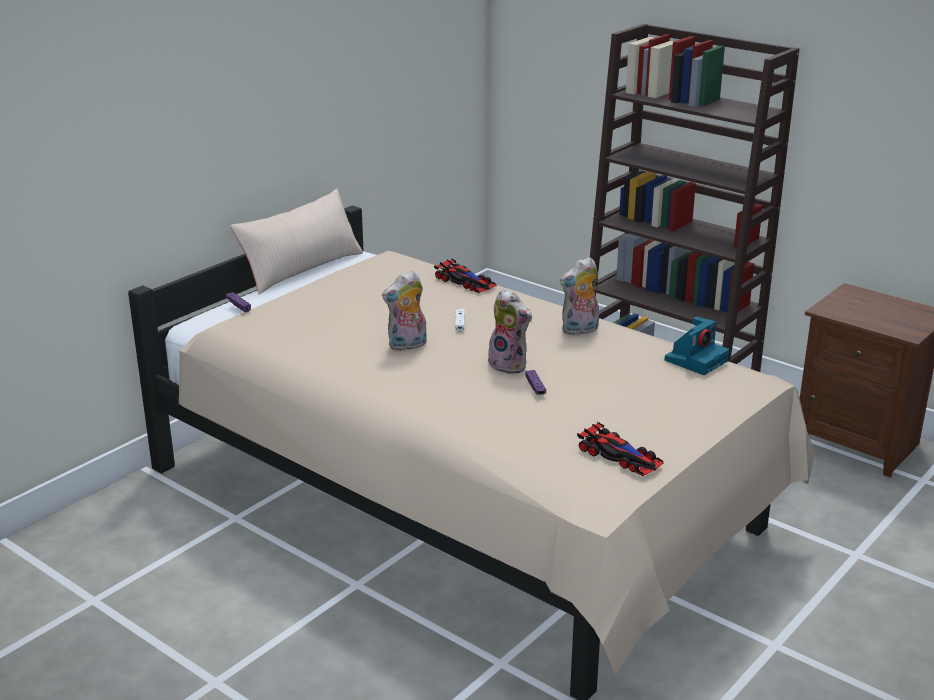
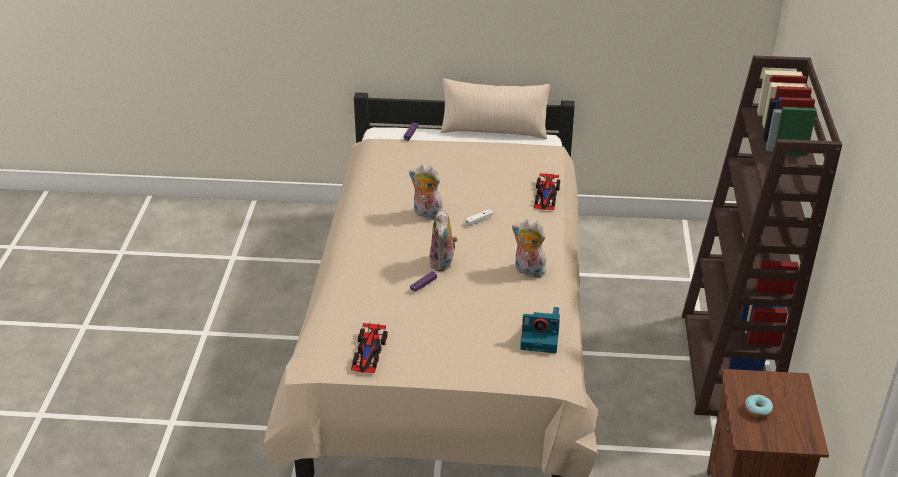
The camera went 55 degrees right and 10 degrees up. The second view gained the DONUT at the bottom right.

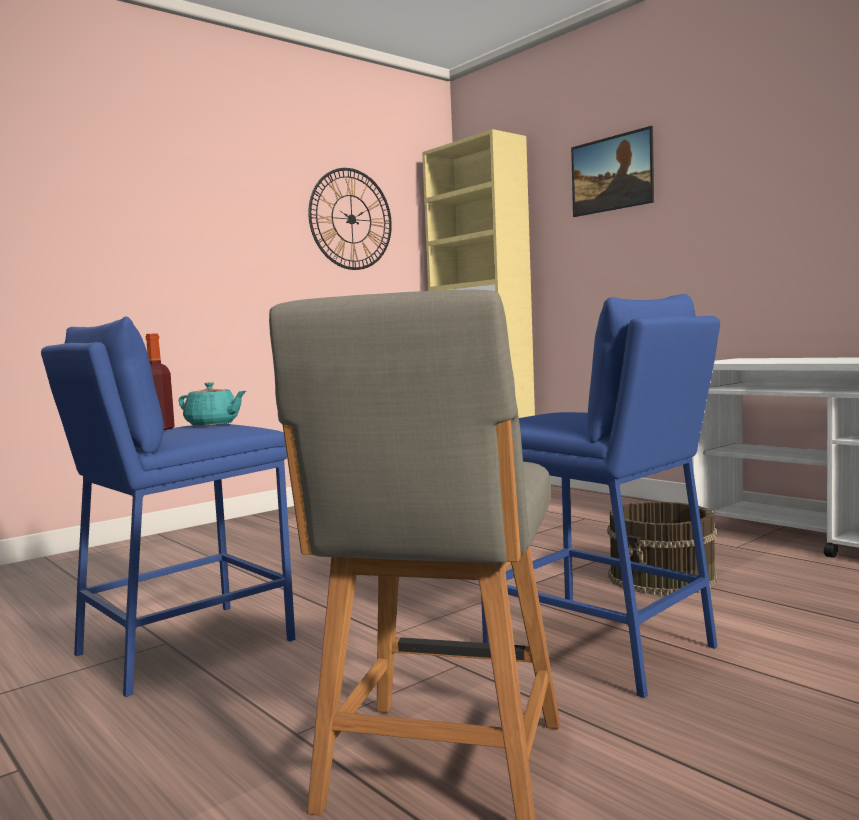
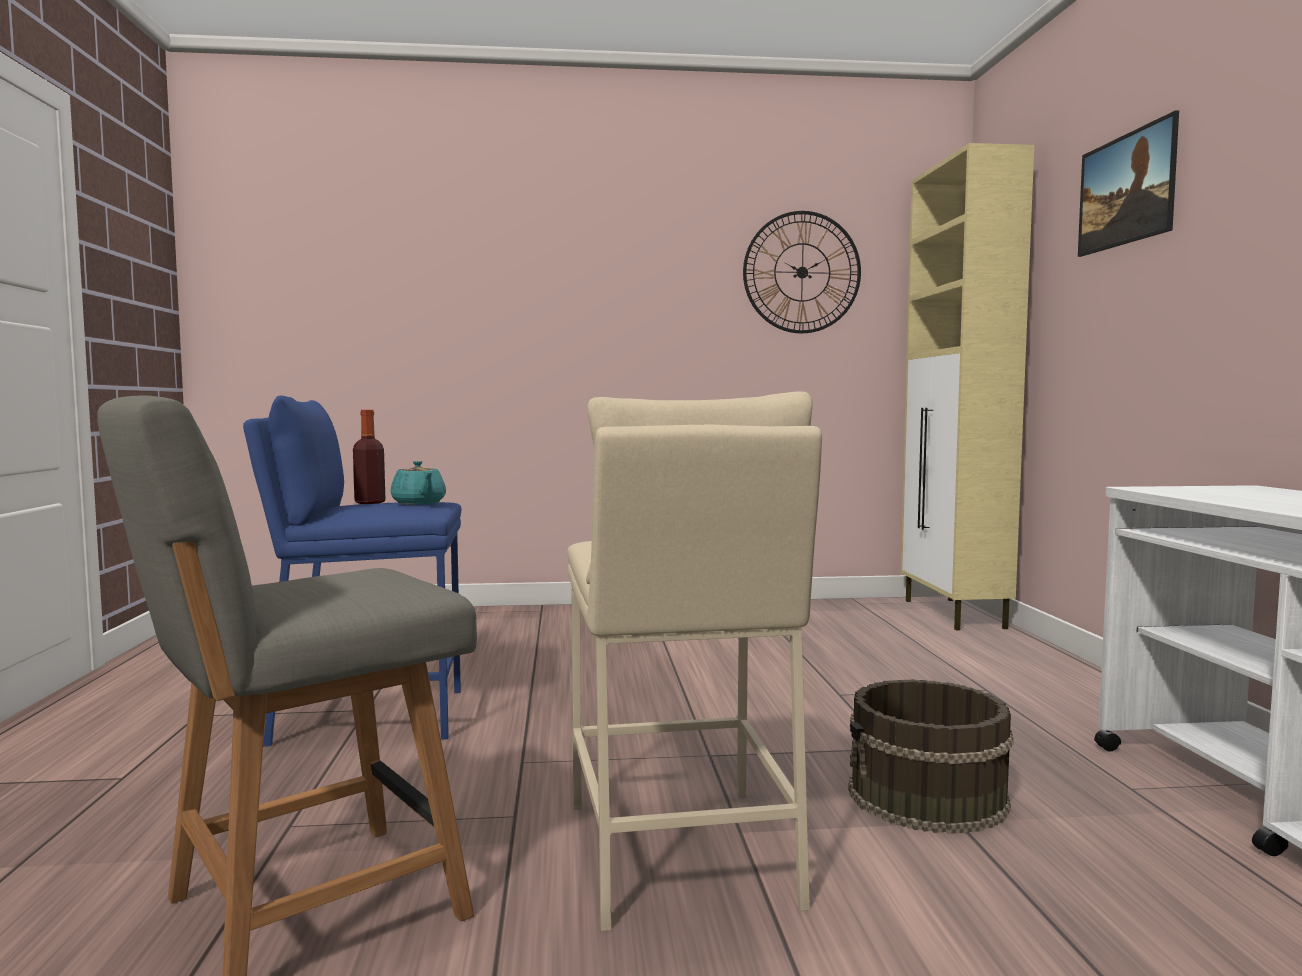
The camera went 35 degrees right and 0 degrees up. What was the BLUE STOOL (no. 2 from left) at the middle right turned into the BEIGE STOOL at the bottom centre.

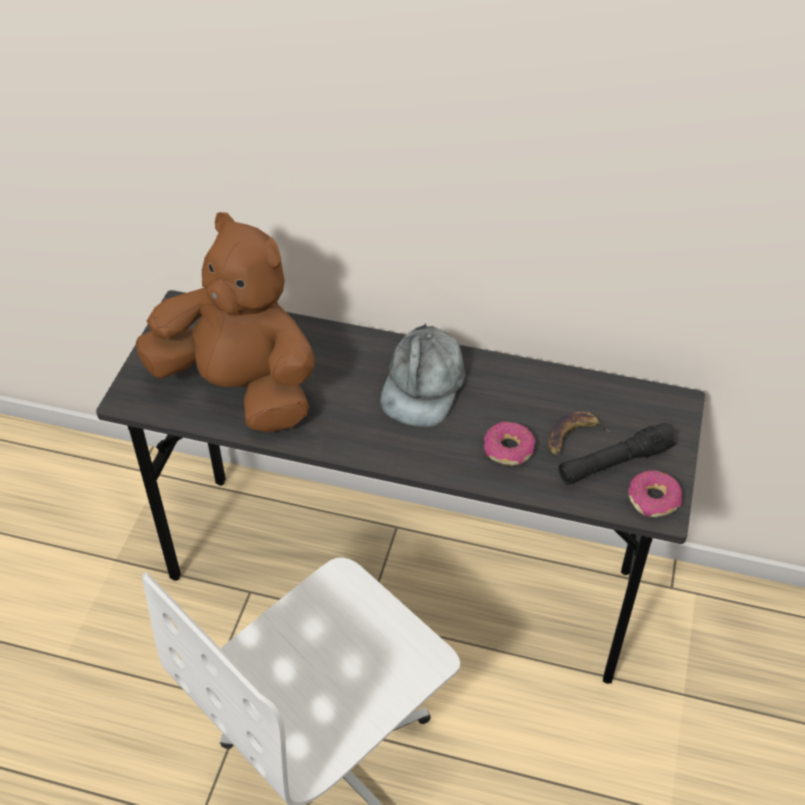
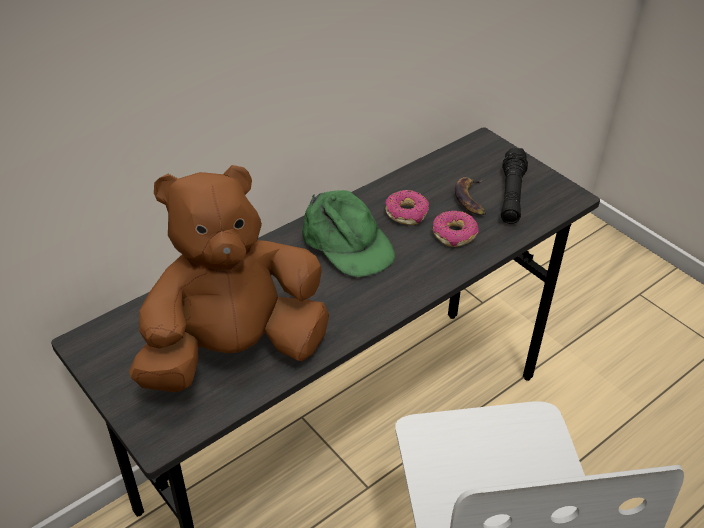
The camera went 55 degrees left and 5 degrees down. What was the GREY CAP at the centre turned into the GREEN CAP at the centre. The DONUT (no. 2 from left in the first image) ended up elsewhere, having gone from the middle right to the centre.

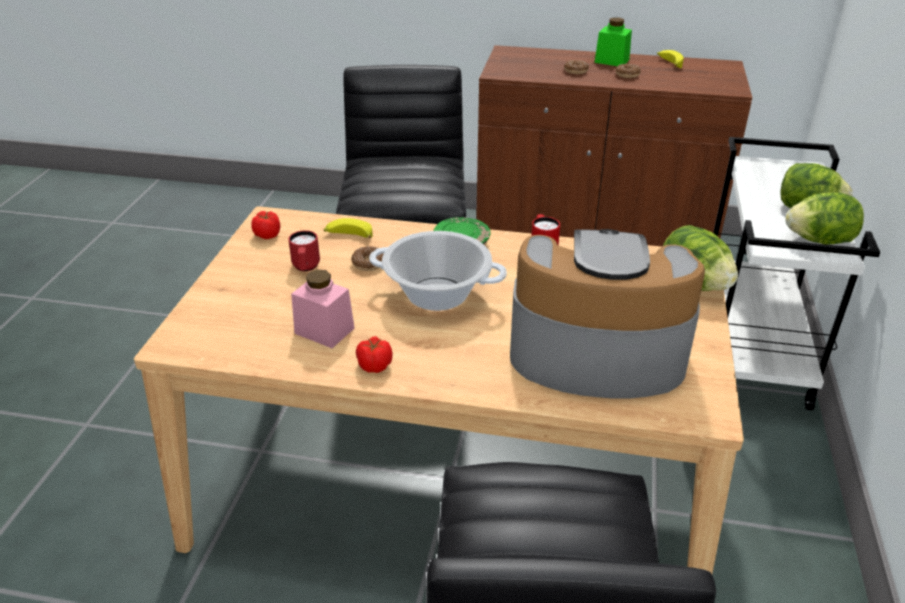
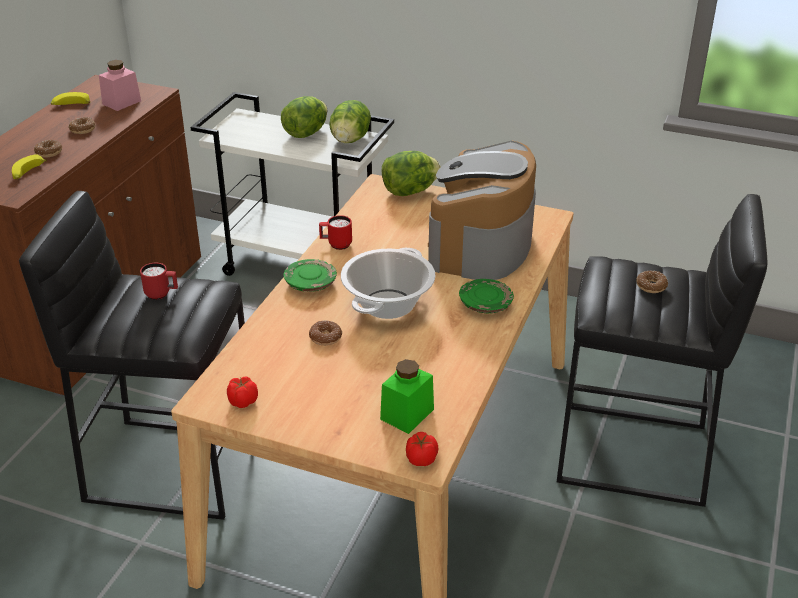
The camera went 80 degrees left and 0 degrees up. The BANANA (no. 1 from left) ended up elsewhere, having gone from the centre to the top left. The PINK JAR ended up elsewhere, having gone from the centre to the top left. The RED MUG (no. 1 from left) ended up elsewhere, having gone from the centre to the middle left. The GREEN JAR ended up elsewhere, having gone from the top right to the centre. The TOMATO (no. 2 from left) ended up elsewhere, having gone from the centre to the bottom centre. The second view gained the GREEN PLATE (no. 2 from left) at the centre. The second view gained the DONUT (no. 4 from left) at the middle right.

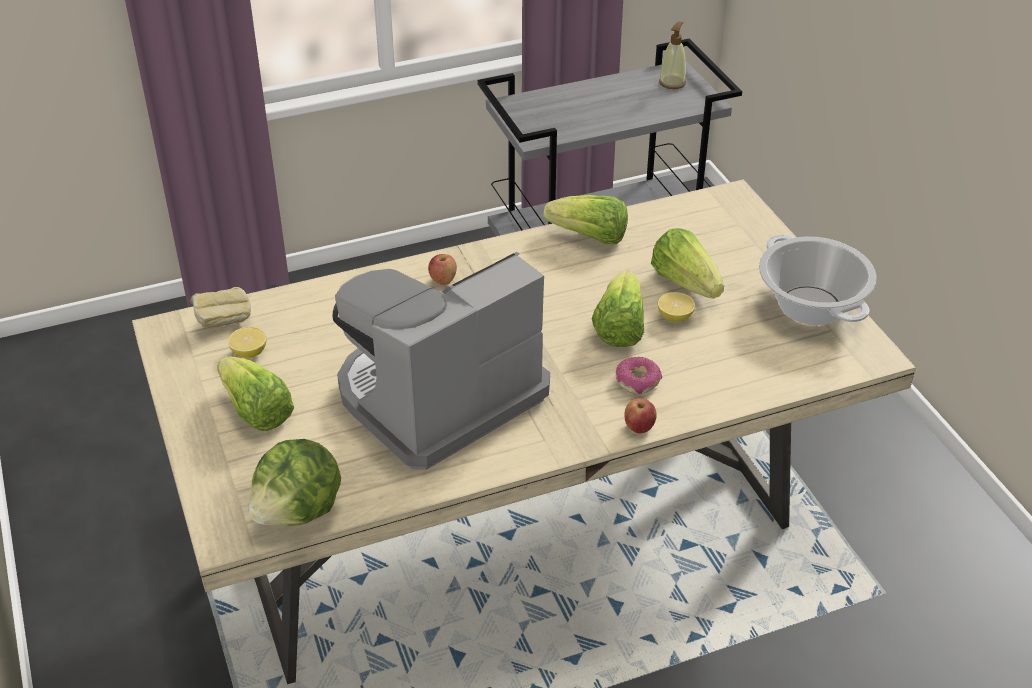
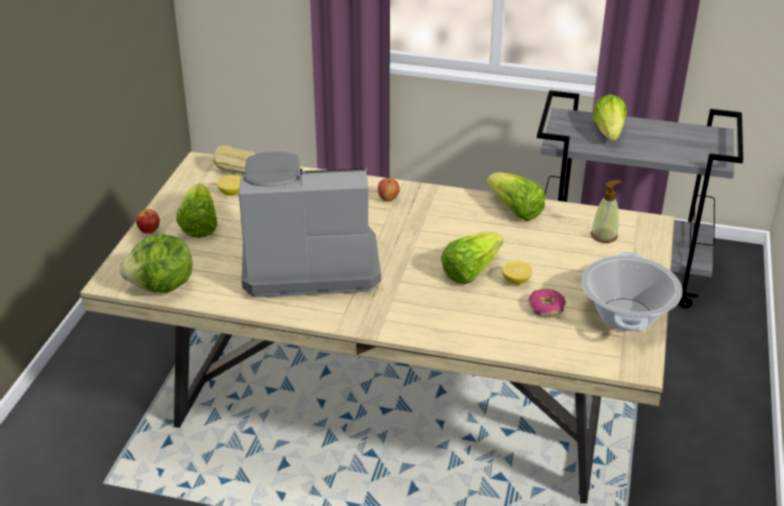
The camera went 35 degrees right and 5 degrees down. The APPLE (no. 2 from left in the first image) ended up elsewhere, having gone from the centre to the middle left. The DONUT ended up elsewhere, having gone from the centre to the middle right. The SOAP DISPENSER ended up elsewhere, having gone from the top centre to the middle right. The LETTUCE (no. 5 from left) ended up elsewhere, having gone from the centre to the top right.

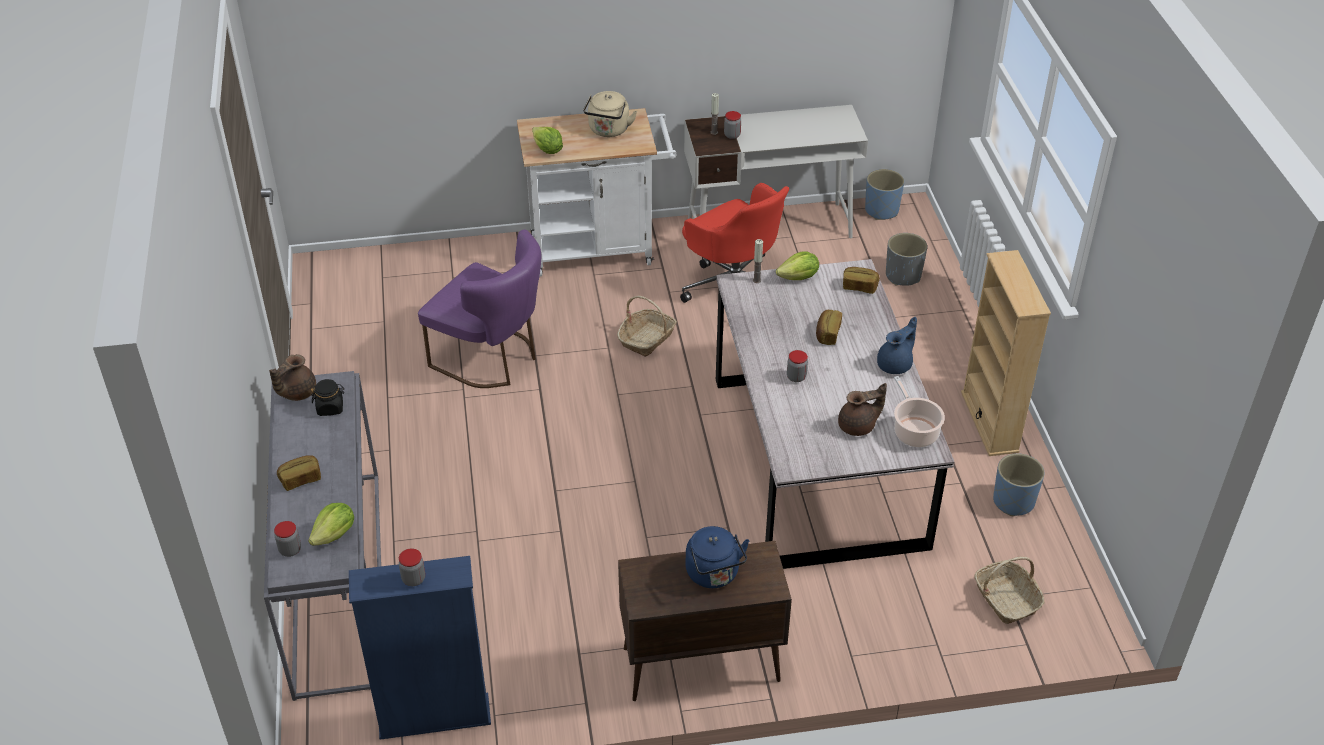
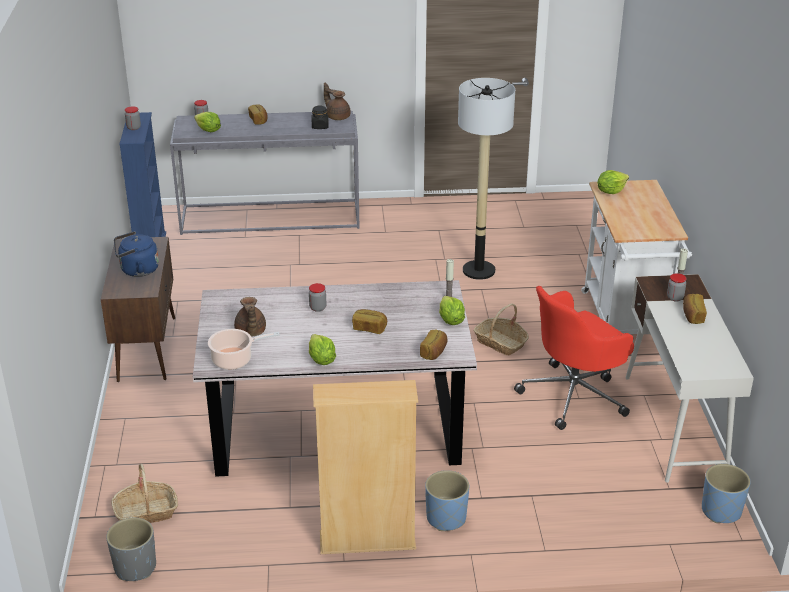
The camera went 95 degrees right and 10 degrees down. The GREY PLANTER ended up elsewhere, having gone from the middle right to the bottom left. Where the BLUE TEAPOT stood at the middle right, the LETTUCE (no. 2 from left) came to stand at the centre. The BLUE PLANTER (no. 2 from left in the first image) ended up elsewhere, having gone from the middle right to the bottom centre. Where the PURPLE CHAIR stood at the centre, the FLOOR LAMP came to stand at the top centre. The second view gained the BREAD (no. 4 from left) at the middle right. The second view lost the BEIGE KETTLE at the top centre.

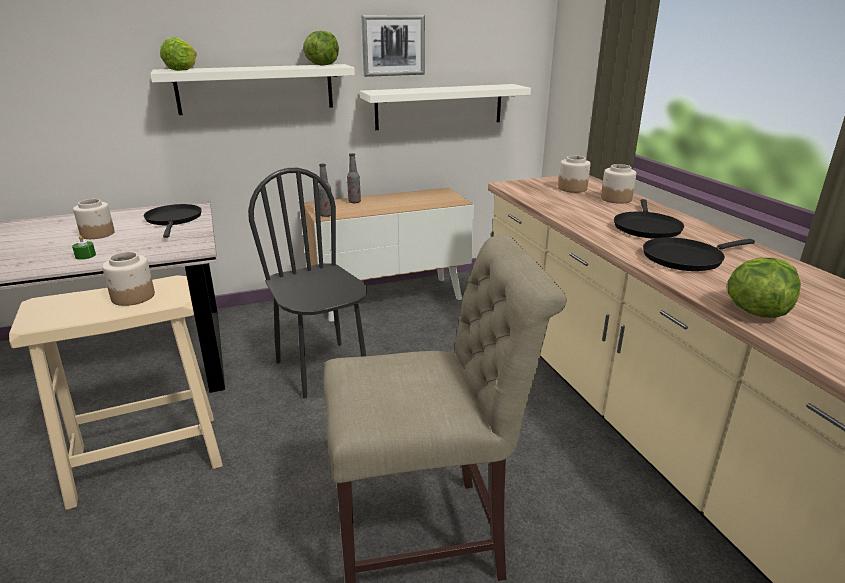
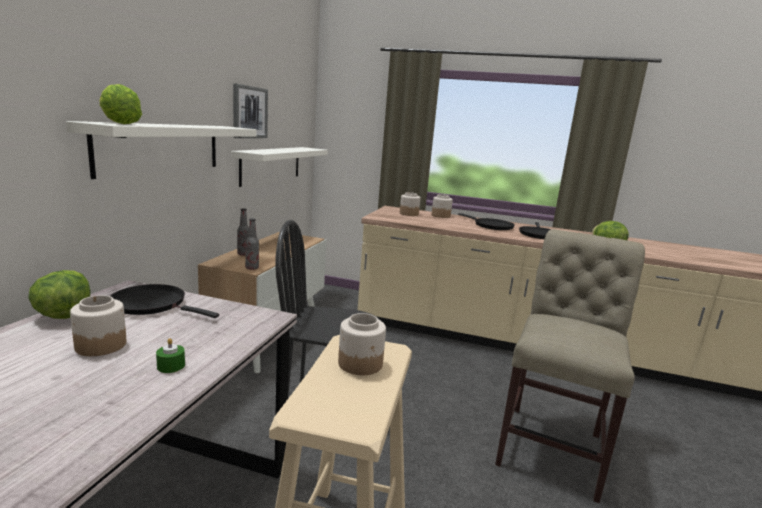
The camera went 55 degrees left and 10 degrees down. The LETTUCE (no. 2 from left in the first image) ended up elsewhere, having gone from the top centre to the middle left.

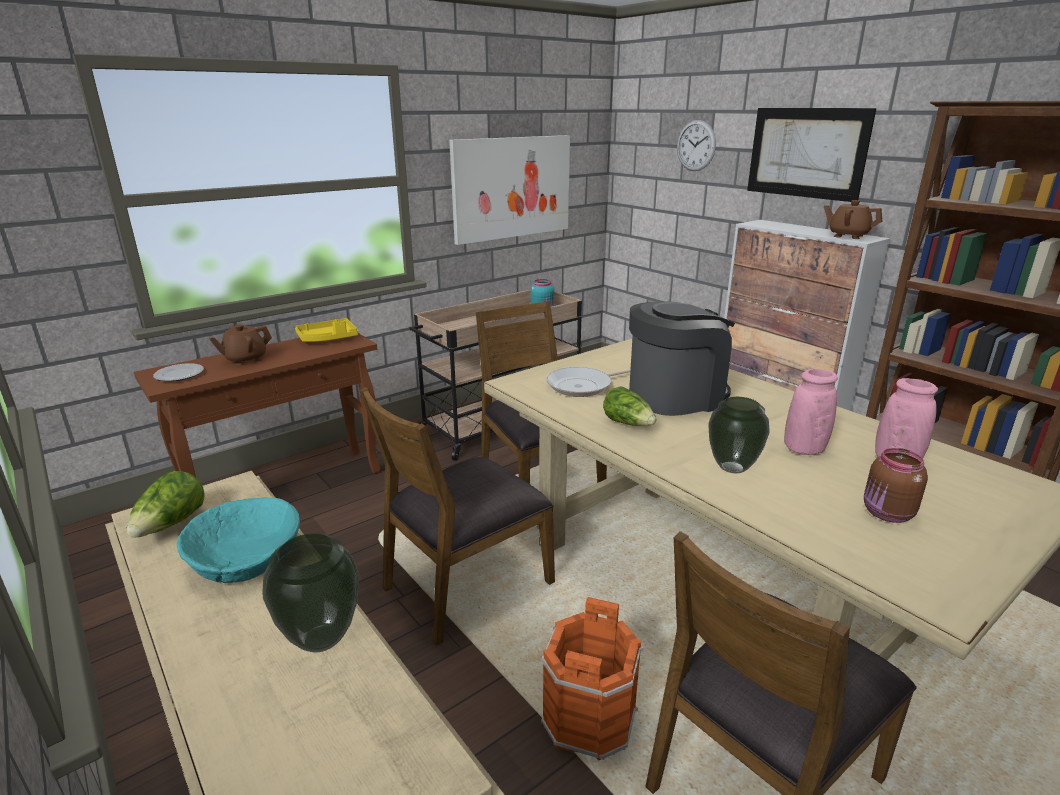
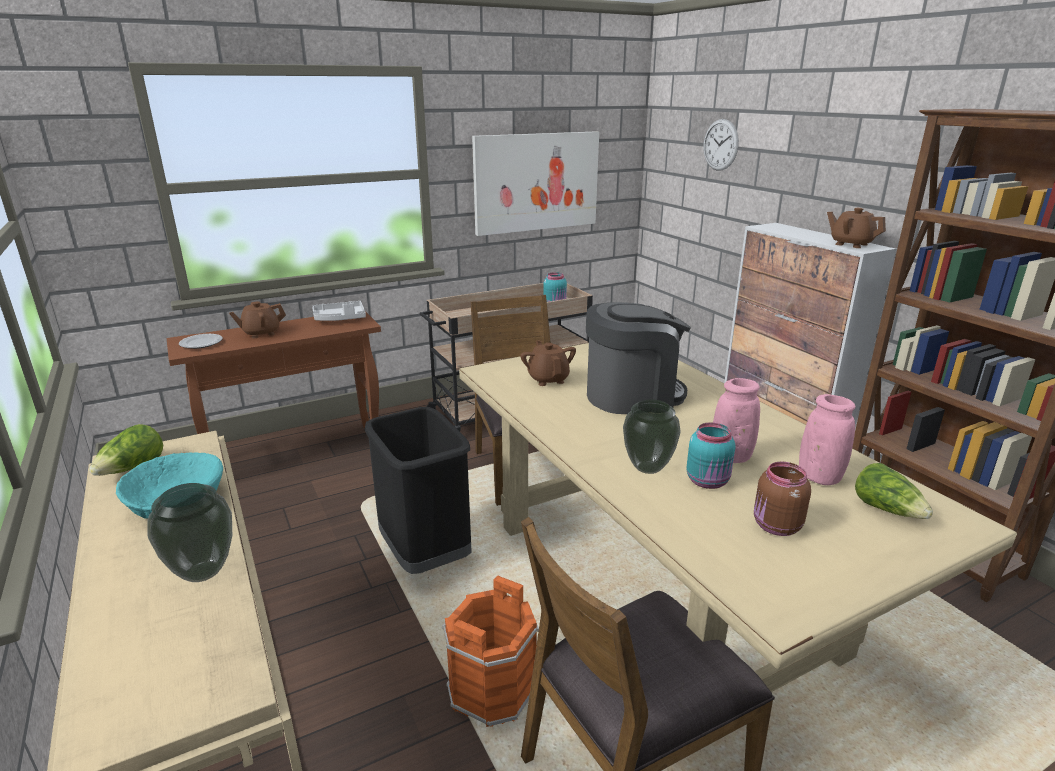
The camera went 10 degrees right and 0 degrees up. What was the YELLOW TRAY at the middle left turned into the GREY TRAY at the middle left. Where the BROWN CHAIR (no. 1 from left) stood at the centre, the BLACK TRASH CAN came to stand at the centre. Where the FRYING PAN stood at the centre, the BROWN TEAPOT (no. 2 from left) came to stand at the centre. The second view gained the TURQUOISE JAR (no. 2 from left) at the middle right. The LETTUCE (no. 2 from left) ended up elsewhere, having gone from the centre to the middle right. The second view lost the PICTURE (no. 2 from left) at the top right.

